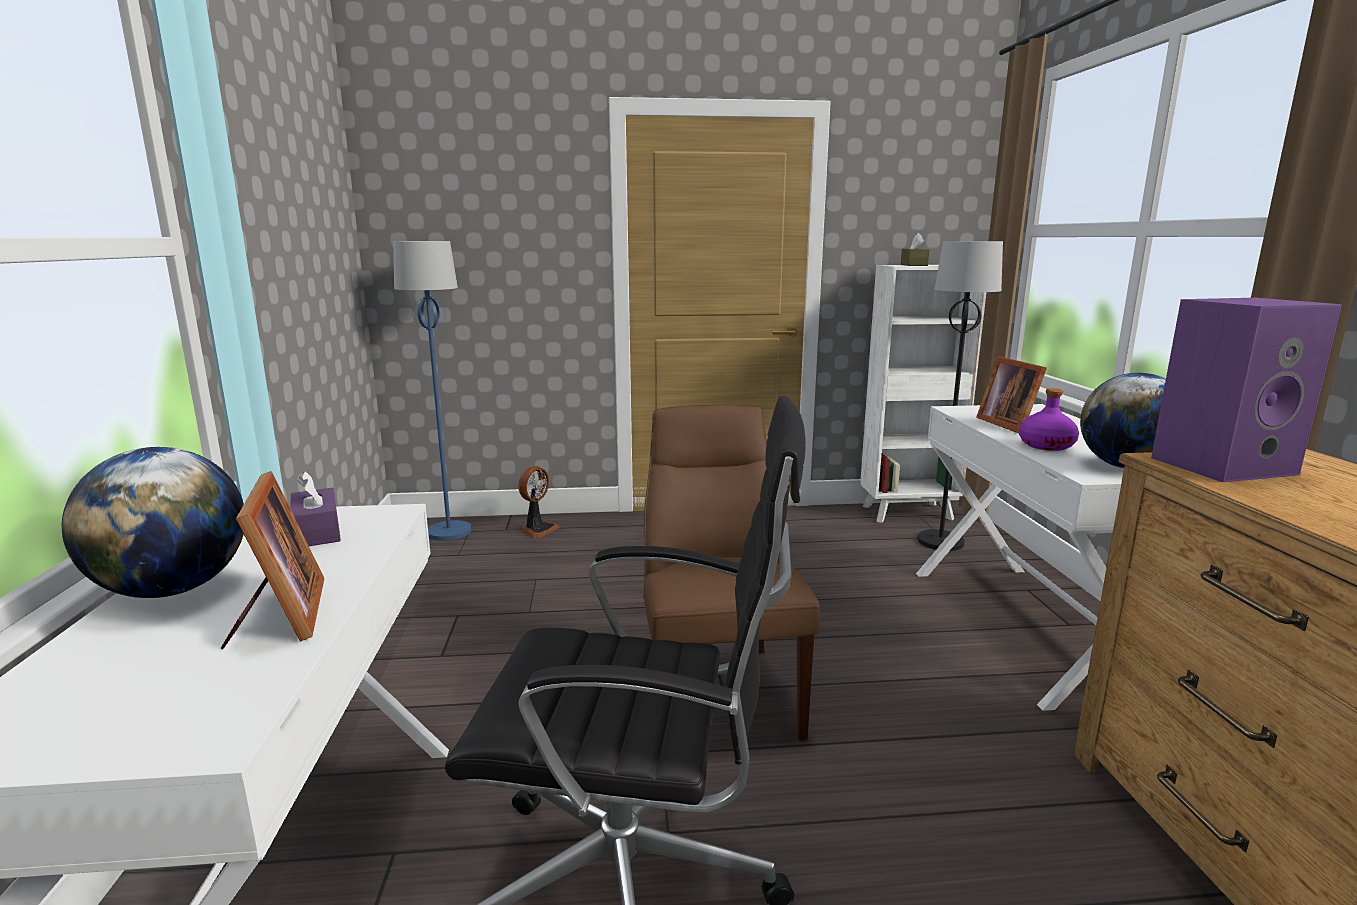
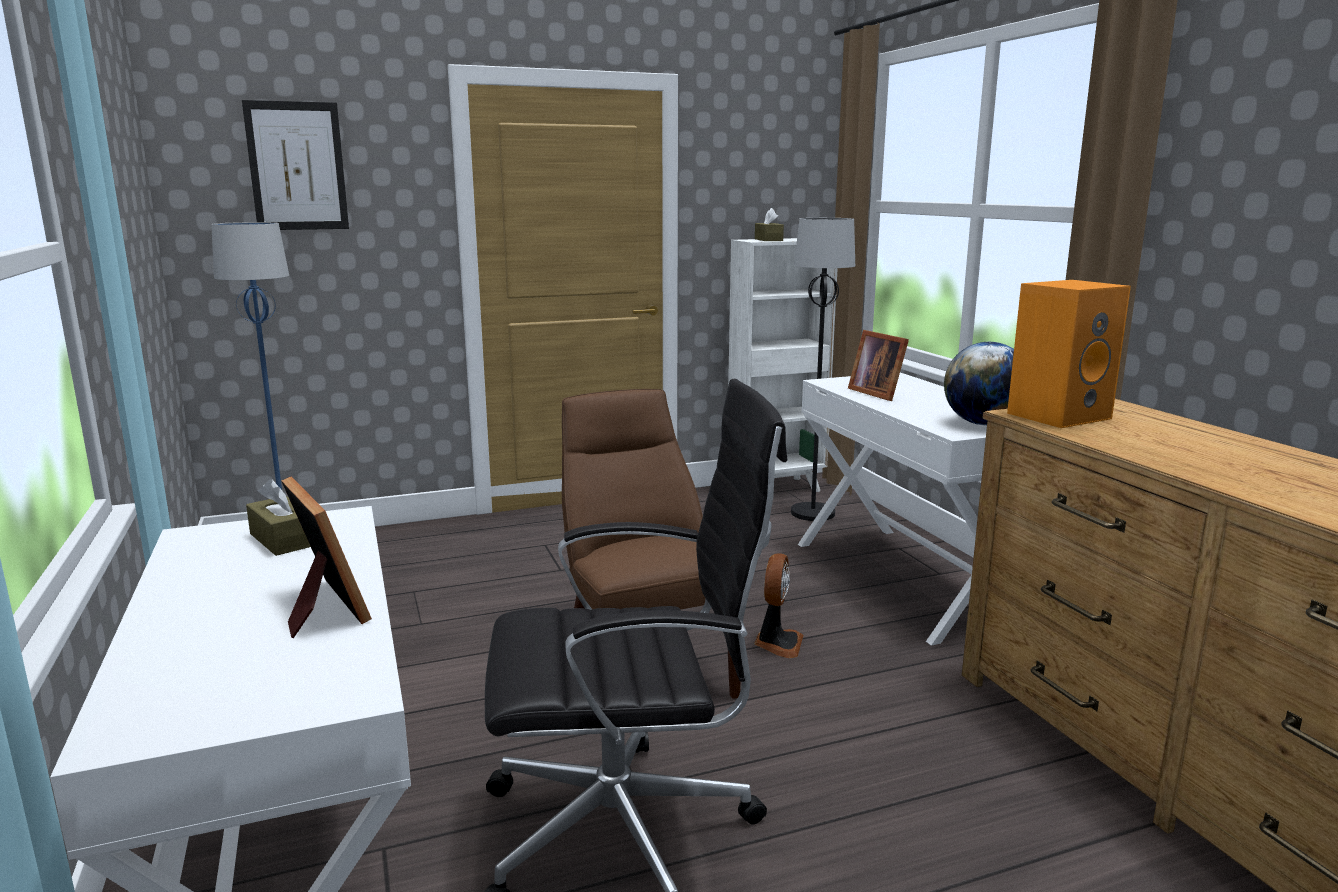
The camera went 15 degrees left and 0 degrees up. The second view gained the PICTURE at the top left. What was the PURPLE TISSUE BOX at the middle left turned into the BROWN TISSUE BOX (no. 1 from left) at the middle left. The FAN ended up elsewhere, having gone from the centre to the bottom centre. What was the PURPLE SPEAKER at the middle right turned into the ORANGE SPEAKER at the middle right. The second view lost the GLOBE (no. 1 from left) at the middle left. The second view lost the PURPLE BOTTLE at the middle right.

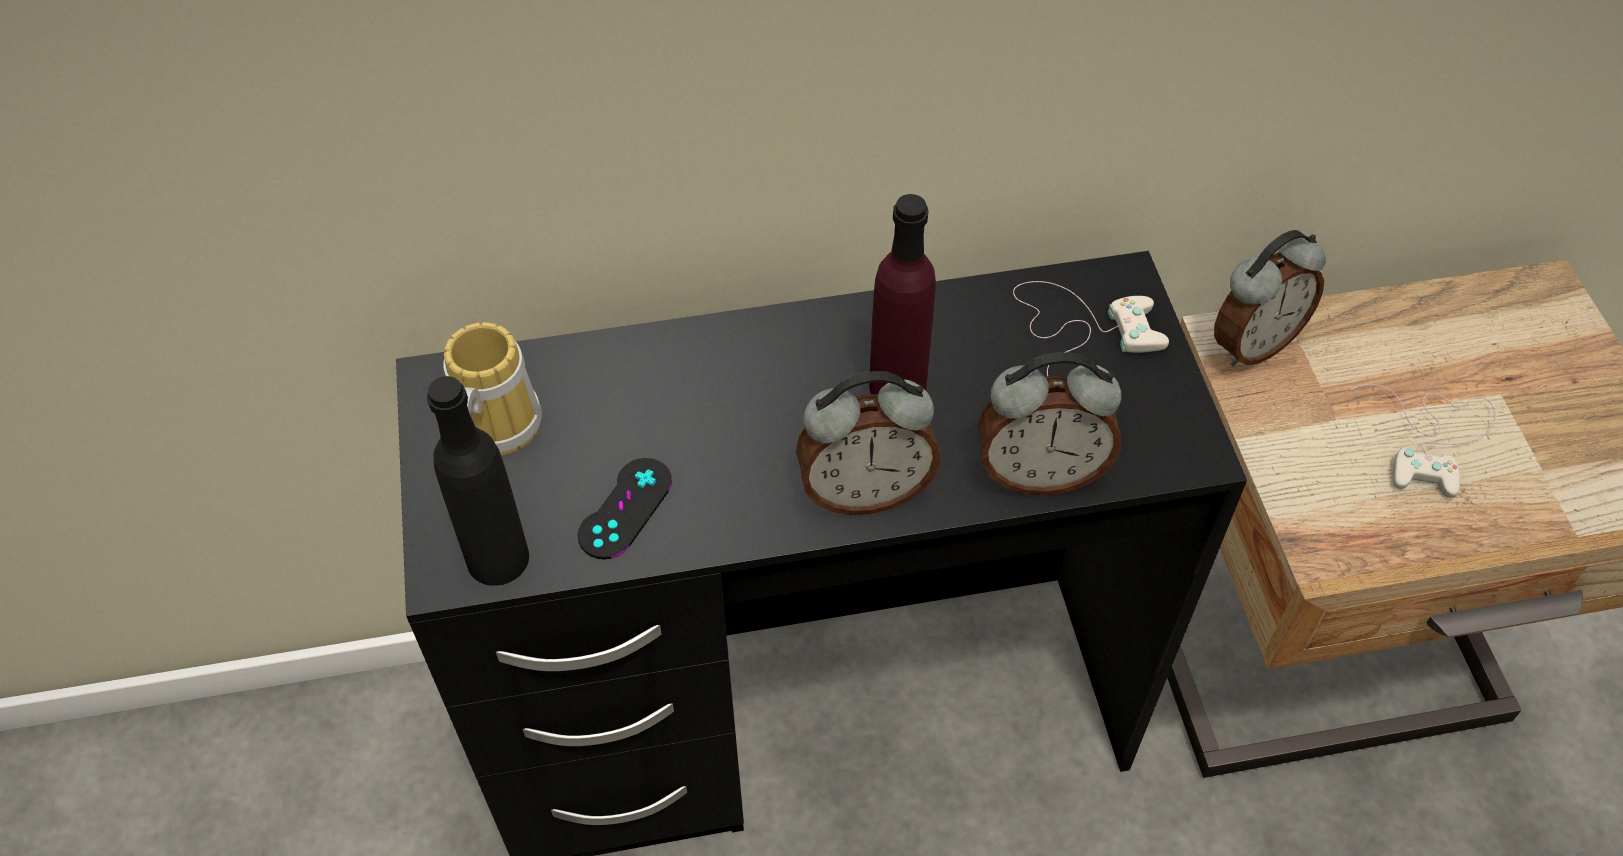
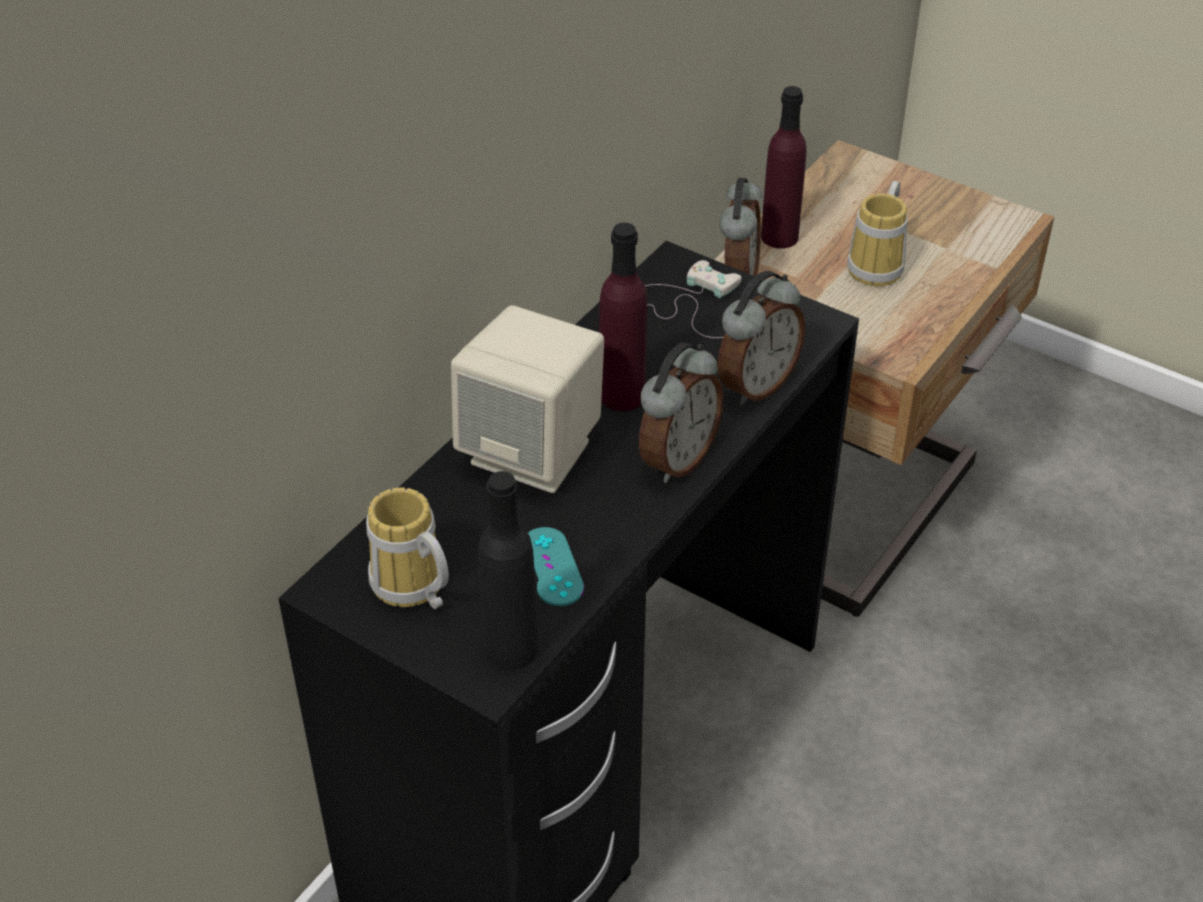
The camera went 45 degrees left and 10 degrees down. The second view gained the BEIGE SPEAKER at the centre. What was the BLACK GAME CONTROLLER at the centre turned into the TURQUOISE GAME CONTROLLER at the centre. The second view gained the PURPLE BOTTLE (no. 2 from left) at the top centre. Where the WHITE GAME CONTROLLER (no. 2 from left) stood at the middle right, the MUG (no. 2 from left) came to stand at the top right.

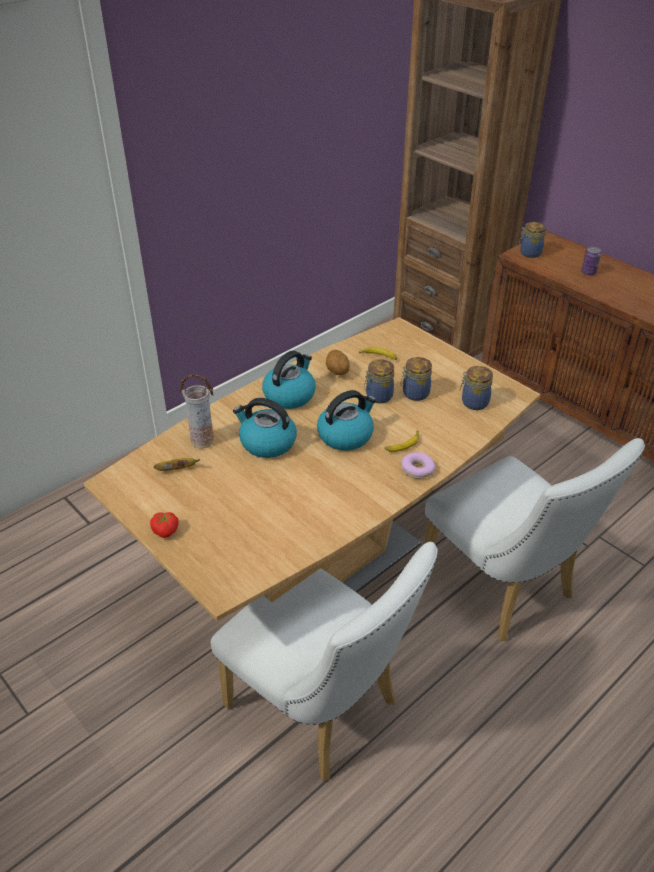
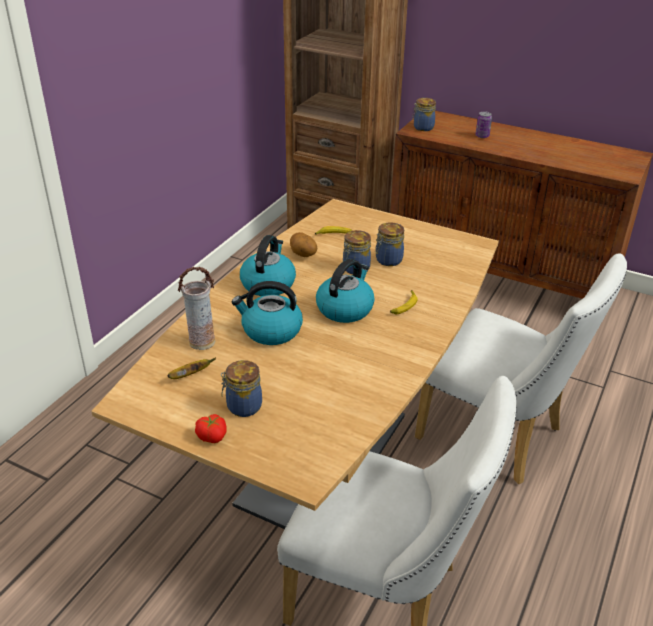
The camera went 20 degrees left and 5 degrees down. The JAR (no. 3 from left in the first image) ended up elsewhere, having gone from the middle right to the centre. The second view lost the DONUT at the centre.

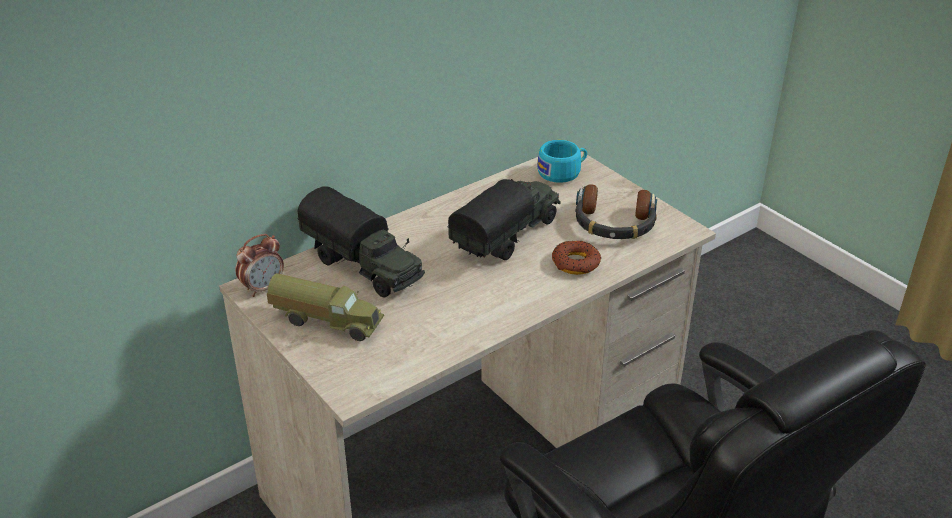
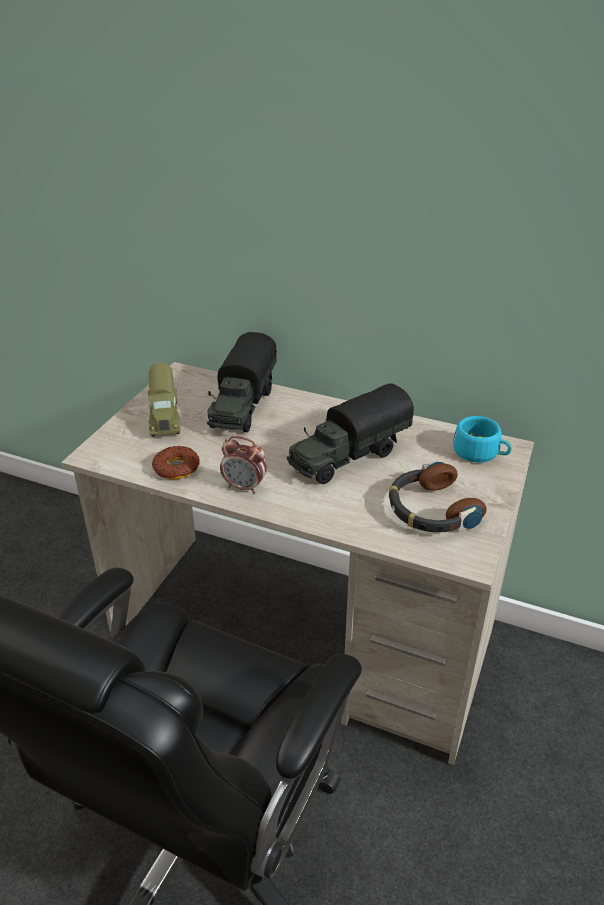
The camera went 60 degrees right and 0 degrees up. The DONUT ended up elsewhere, having gone from the centre to the middle left. The ALARM CLOCK ended up elsewhere, having gone from the middle left to the centre. The TOY TRUCK (no. 3 from left) at the centre ended up facing another way, 135 degrees clockwise from before.

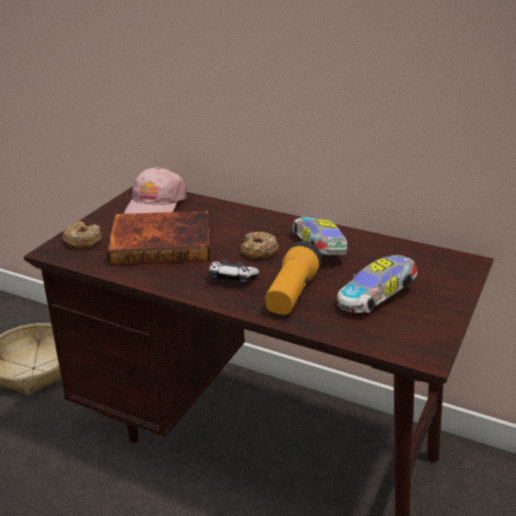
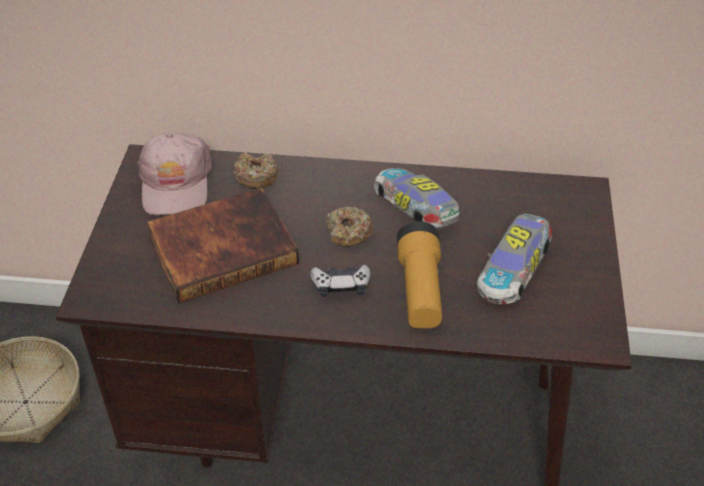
The camera went 20 degrees left and 15 degrees up. The DONUT (no. 1 from left) ended up elsewhere, having gone from the middle left to the centre.

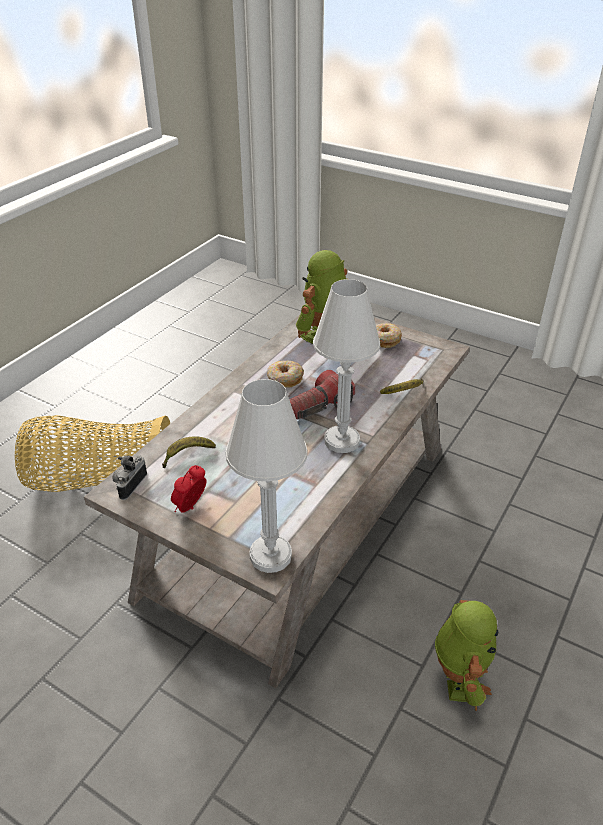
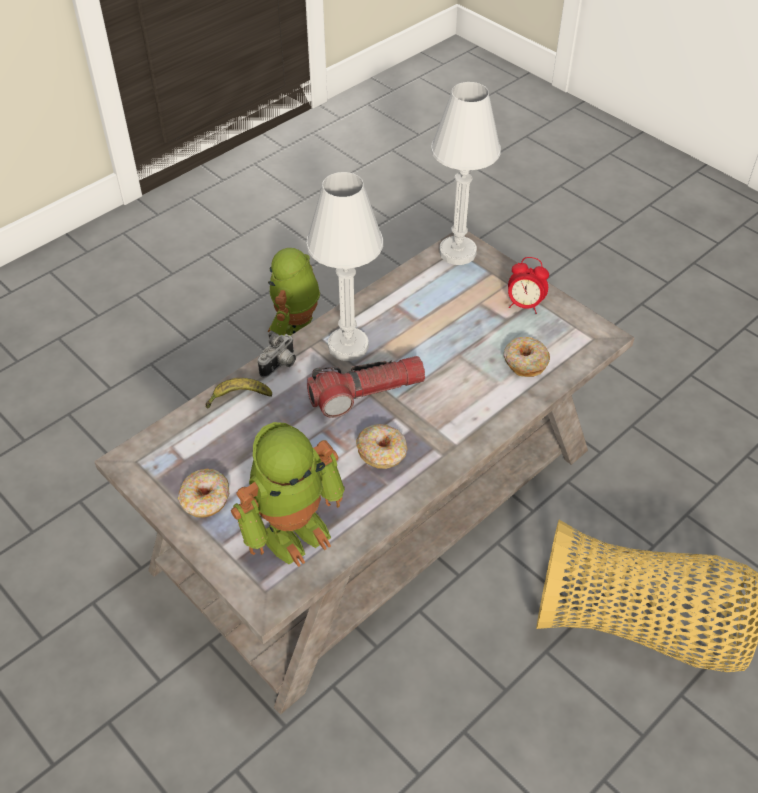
The camera went 165 degrees left and 10 degrees up. The PHOTO CAMERA ended up elsewhere, having gone from the middle left to the centre. Where the BANANA (no. 1 from left) stood at the middle left, the DONUT (no. 3 from left) came to stand at the middle right. The ALARM CLOCK at the middle left ended up facing another way, 60 degrees clockwise from before.

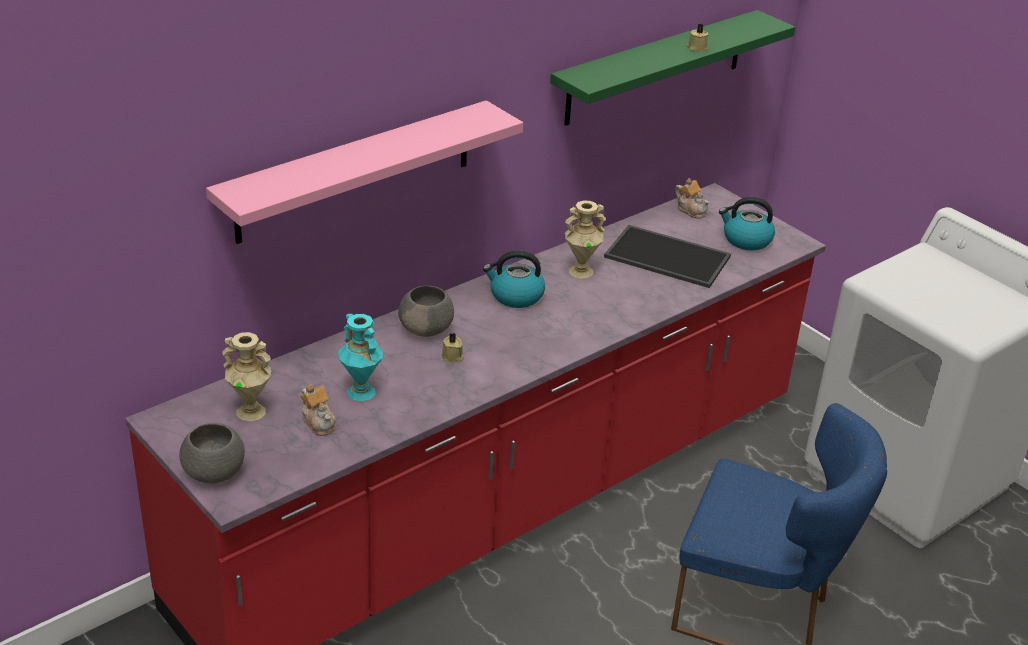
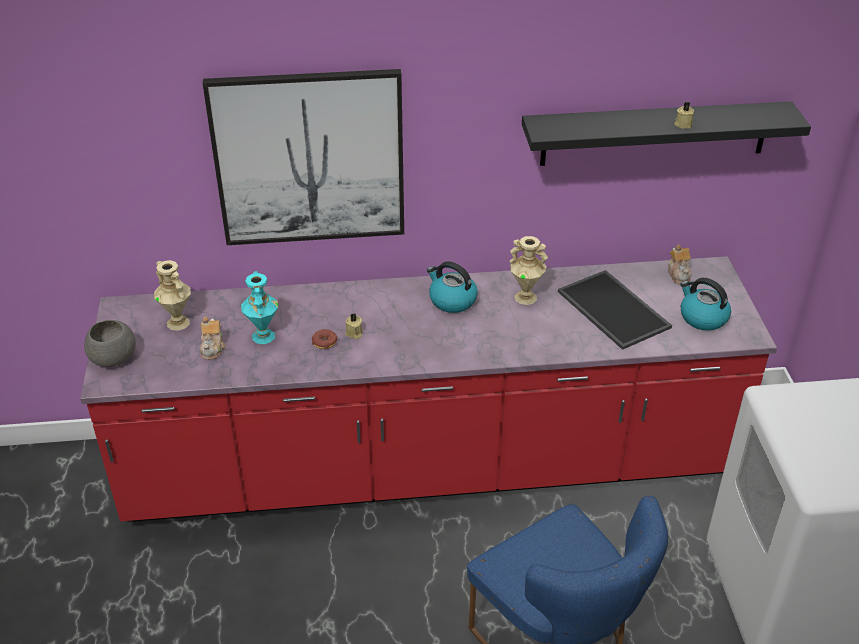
The camera went 35 degrees right and 5 degrees up. Where the PINK SHELF hung at the top centre, the PICTURE came to hang at the top centre. The second view gained the DONUT at the centre. What was the GREEN SHELF at the top centre turned into the BLACK SHELF at the top right. The second view lost the GREY BOWL (no. 2 from left) at the centre.

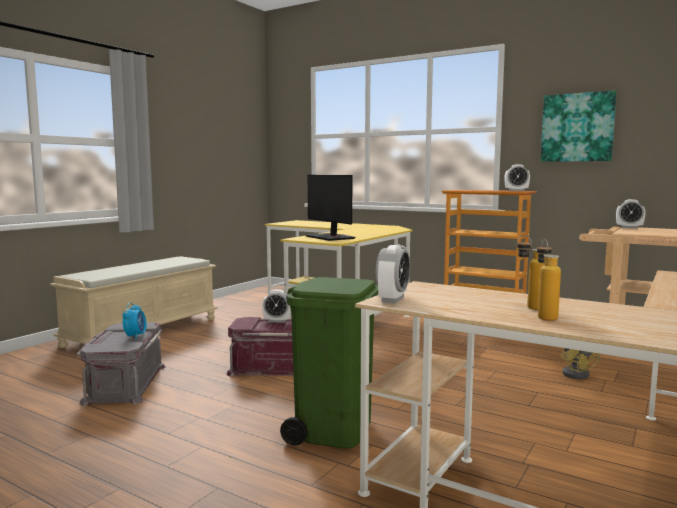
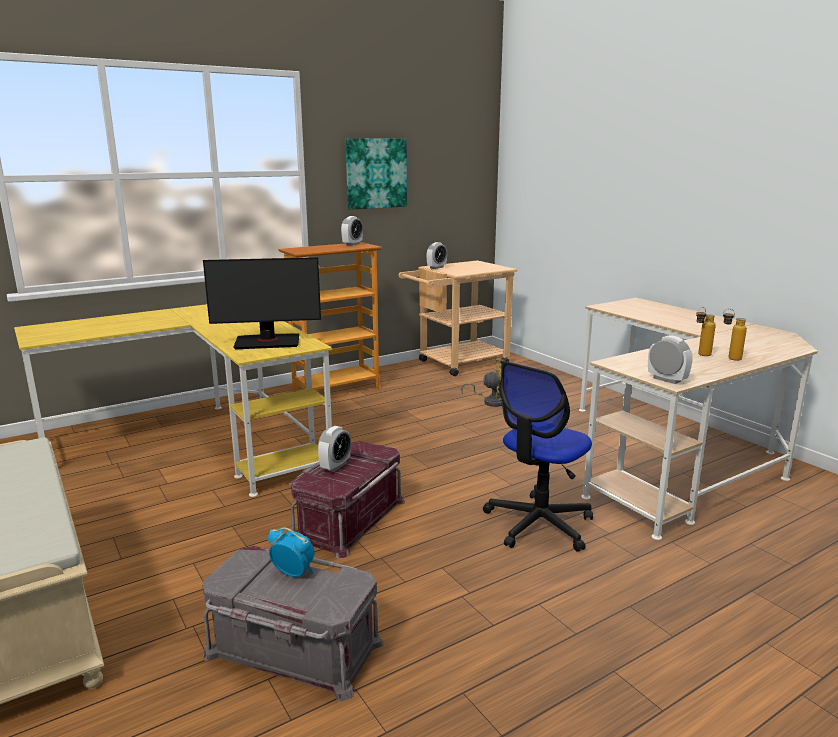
The camera went 65 degrees left and 10 degrees up. Where the GREEN TRASH CAN stood at the bottom centre, the OFFICE CHAIR came to stand at the centre.

